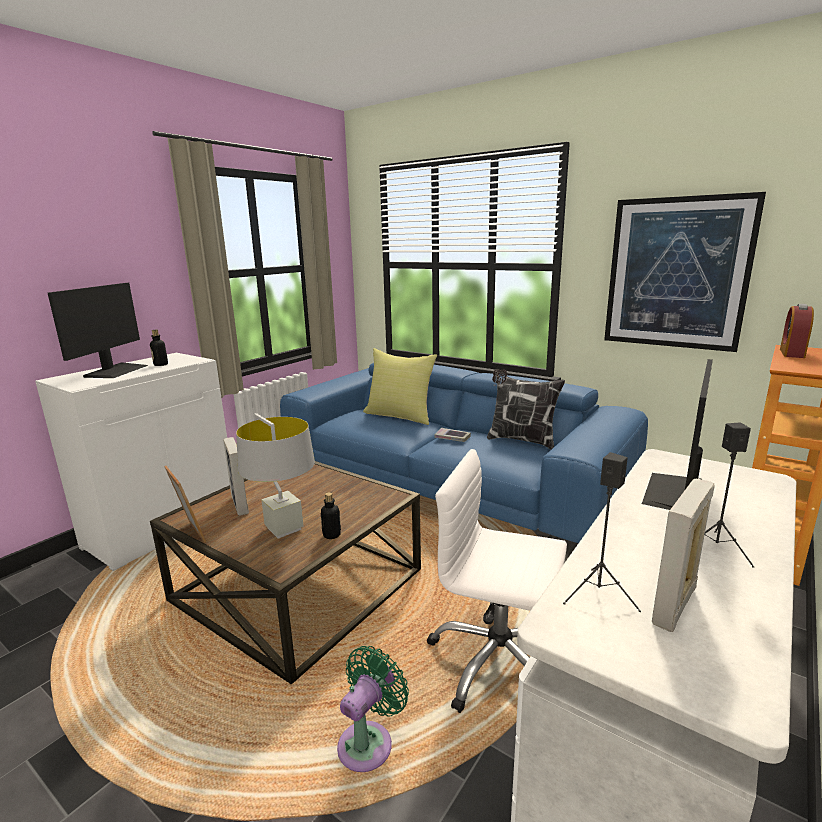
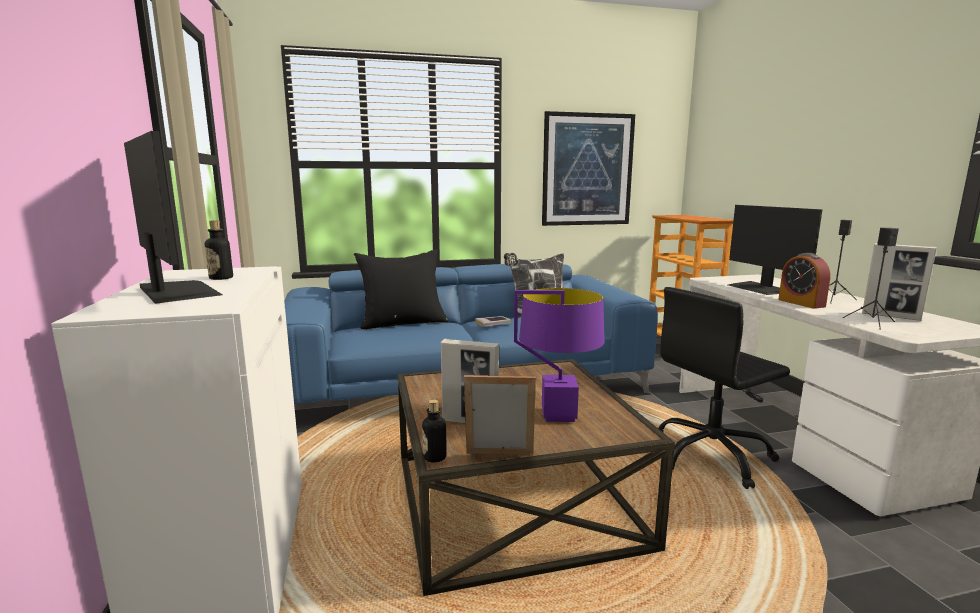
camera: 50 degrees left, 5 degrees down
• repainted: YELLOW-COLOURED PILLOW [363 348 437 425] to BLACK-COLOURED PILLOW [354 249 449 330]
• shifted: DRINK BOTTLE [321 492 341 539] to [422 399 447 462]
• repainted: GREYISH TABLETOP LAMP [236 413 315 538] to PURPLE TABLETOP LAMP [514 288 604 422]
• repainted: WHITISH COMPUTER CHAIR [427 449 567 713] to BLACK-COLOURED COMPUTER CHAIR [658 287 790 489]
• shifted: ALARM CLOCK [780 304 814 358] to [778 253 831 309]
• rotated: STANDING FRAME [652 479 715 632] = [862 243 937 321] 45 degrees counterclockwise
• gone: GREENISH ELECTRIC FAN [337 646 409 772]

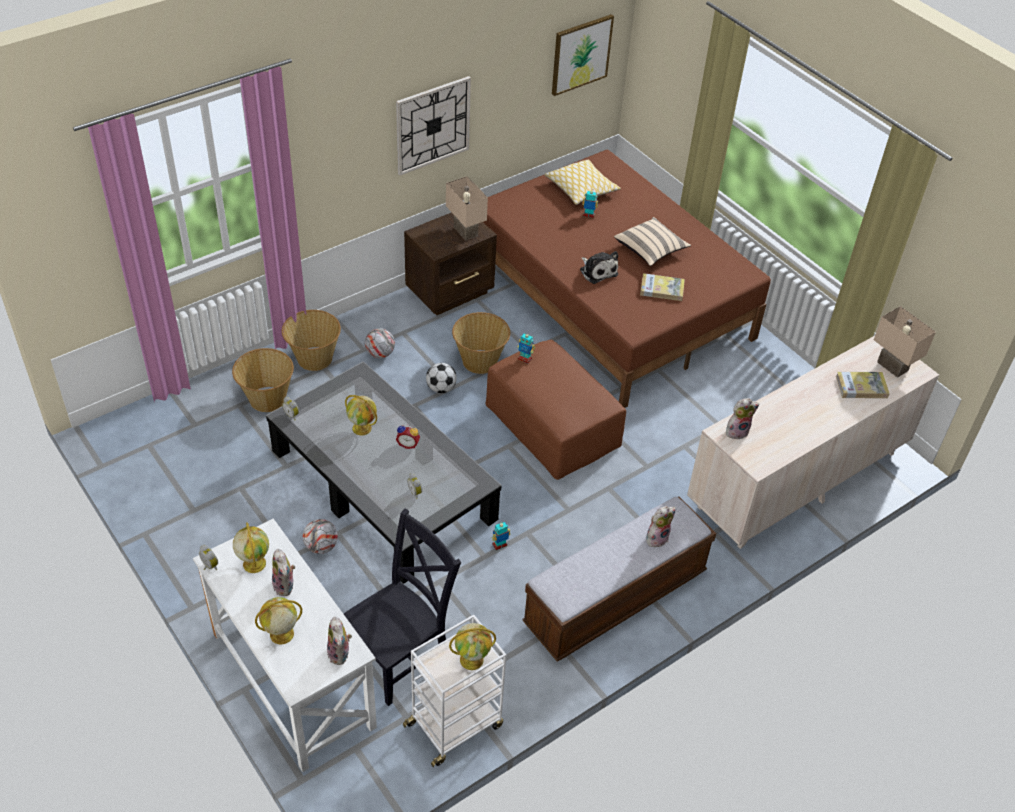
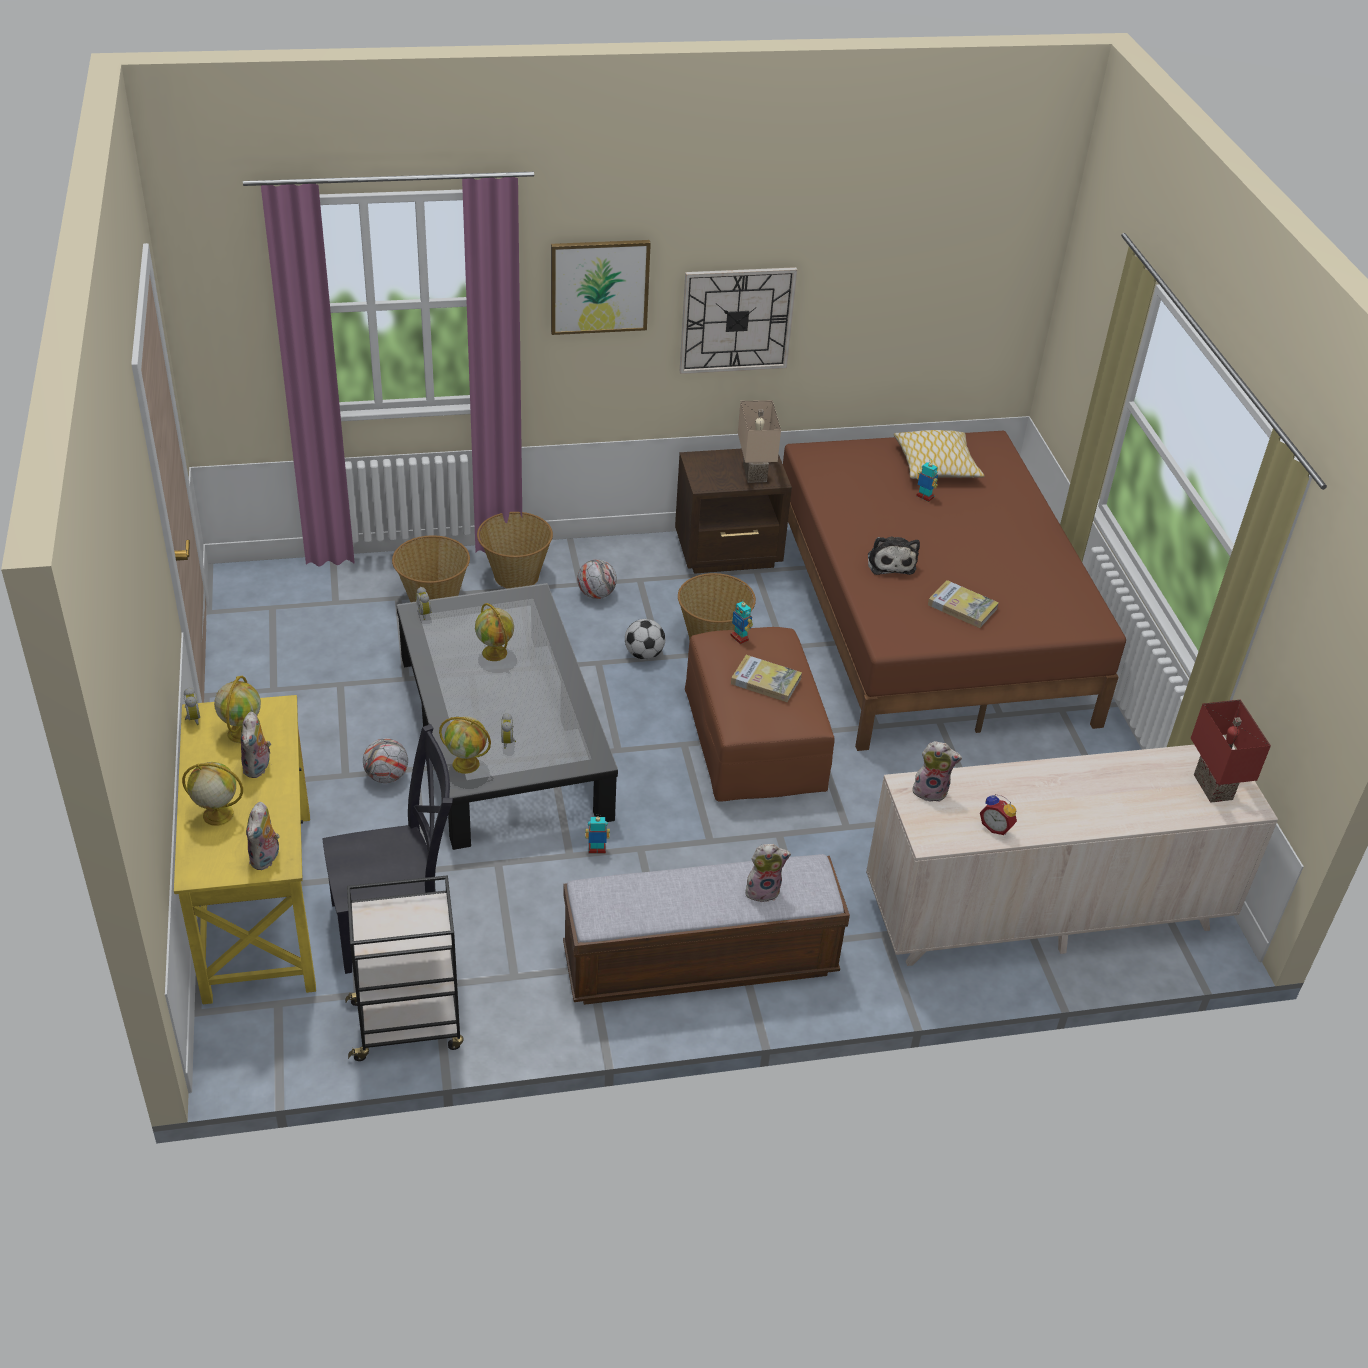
camera: 25 degrees right, 5 degrees down
• repainted: WHITISH DESK [193 519 377 772] to YELLOW-COLOURED DESK [174 695 316 1004]
• repainted: WHITISH WHEELED CART [403 615 507 767] to BLACK-COLOURED WHEELED CART [345 875 463 1061]
• shifted: DESK GLOBE [449 623 496 670] to [439 716 491 774]
• shifted: WALL PICTURE [552 14 614 96] to [551 240 651 335]
• shifted: VOLUME [836 372 890 398] to [731 655 802 702]
• shifted: ALARM CLOCK [396 425 420 449] to [980 794 1017 835]
• repainted: BEIGE TABLETOP LAMP [874 306 936 378] to RED TABLETOP LAMP [1191 700 1271 803]
• gone: BEIGE PILLOW [614 217 691 266]

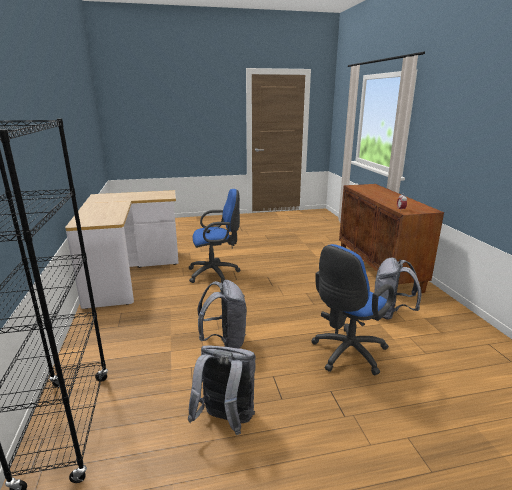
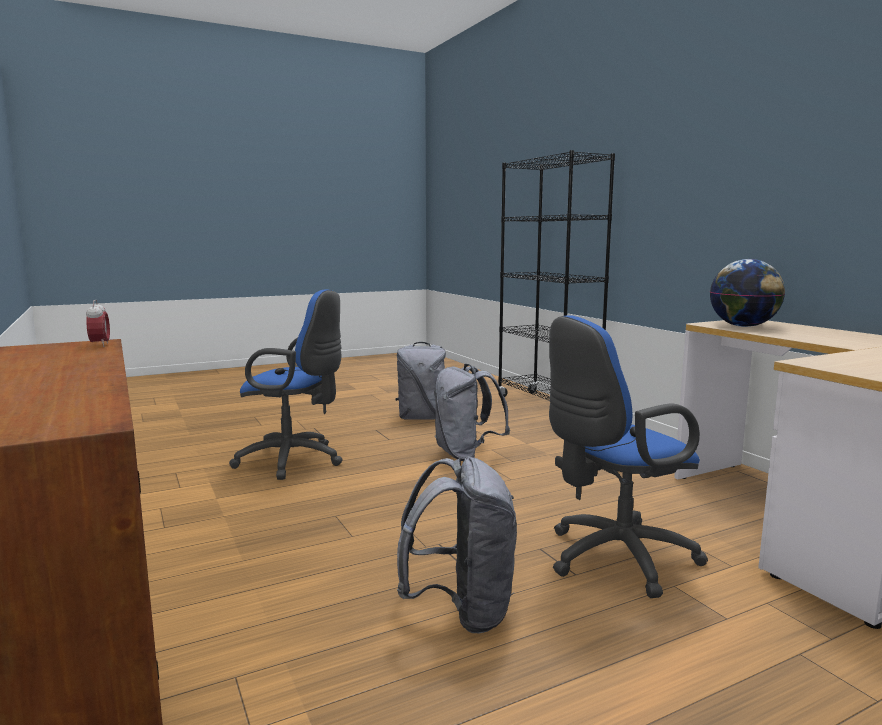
camera: 165 degrees right, 10 degrees down
• rotated: BLUE COMPUTER CHAIR [311 244 394 375] = [229 289 343 480] 75 degrees clockwise
• shifted: GREYISH KNAPSACK [375 257 421 320] to [397 457 517 633]
• new: DESK GLOBE [710 259 785 327]

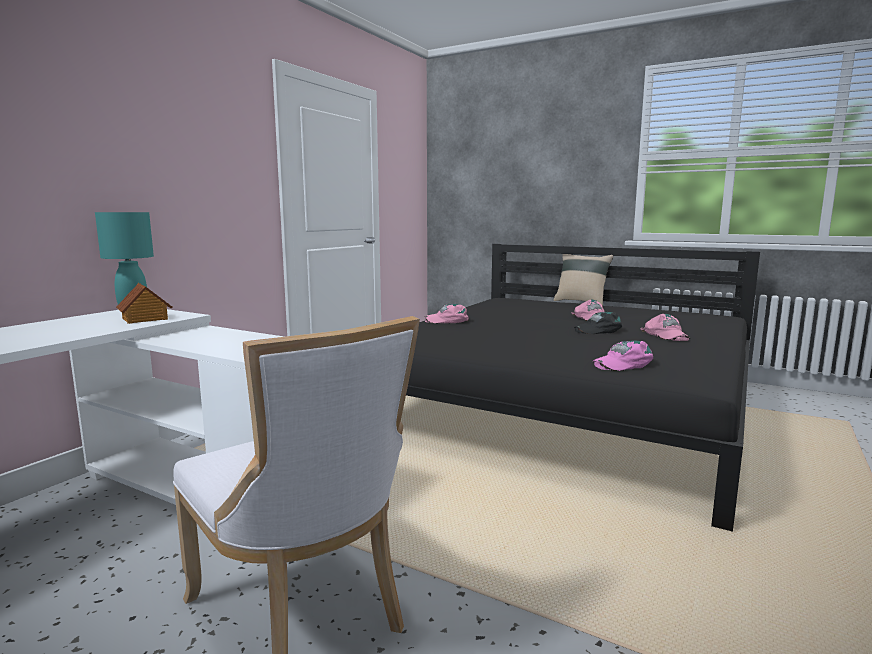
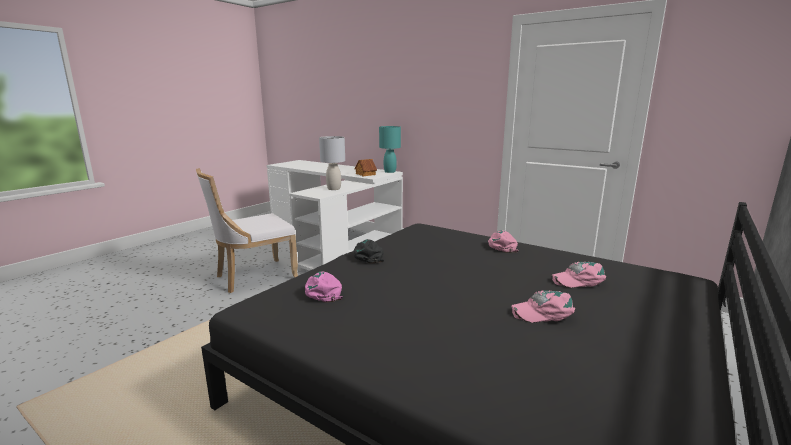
camera: 95 degrees right, 5 degrees up
• new: GREYISH TABLETOP LAMP [319 136 345 190]
• shifted: BLACK-COLOURED CAP [574 312 623 334] to [354 239 384 263]
• shifted: PINK CAP [640 314 690 341] to [552 262 606 288]
• gone: BEIGE PILLOW [554 254 614 306]

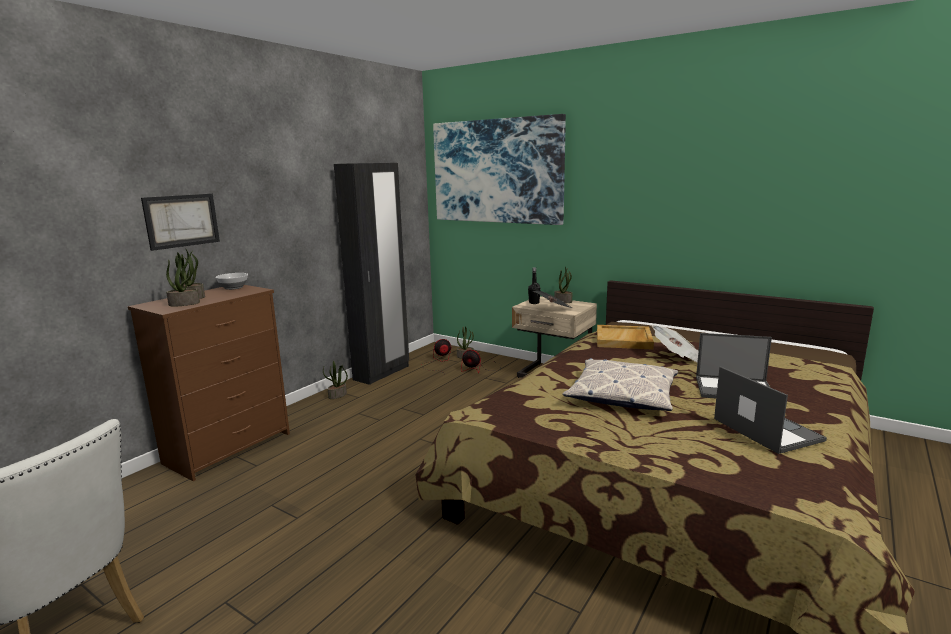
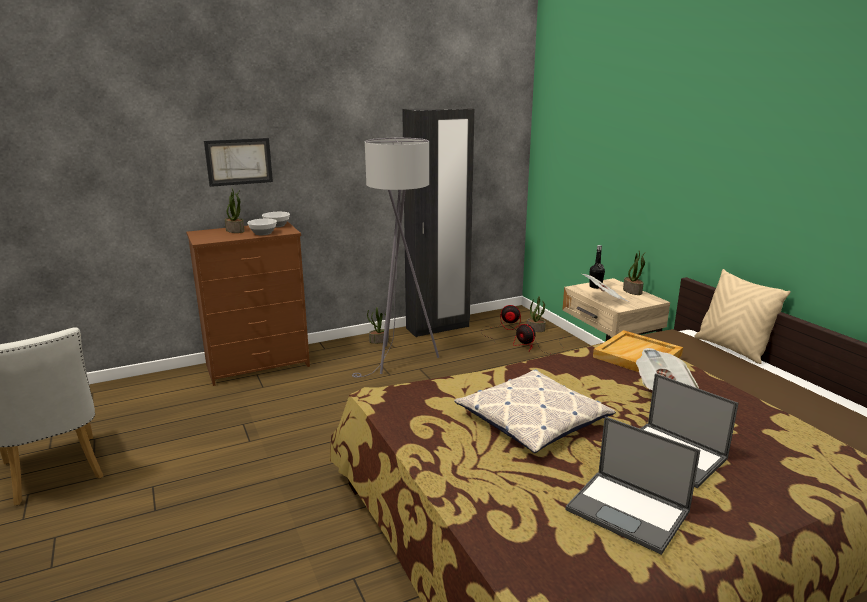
camera: 30 degrees right, 5 degrees up
• new: BOWL [247 219 277 235]
• new: GREYISH STANDING LAMP [352 138 439 378]
• rotated: LAPTOP [714 366 827 454] = [565 416 700 555] 120 degrees clockwise
• new: BEIGE PILLOW [694 269 791 364]
• gone: POTTED PLANT [166 252 200 307]
• gone: WALL PICTURE [433 114 566 225]

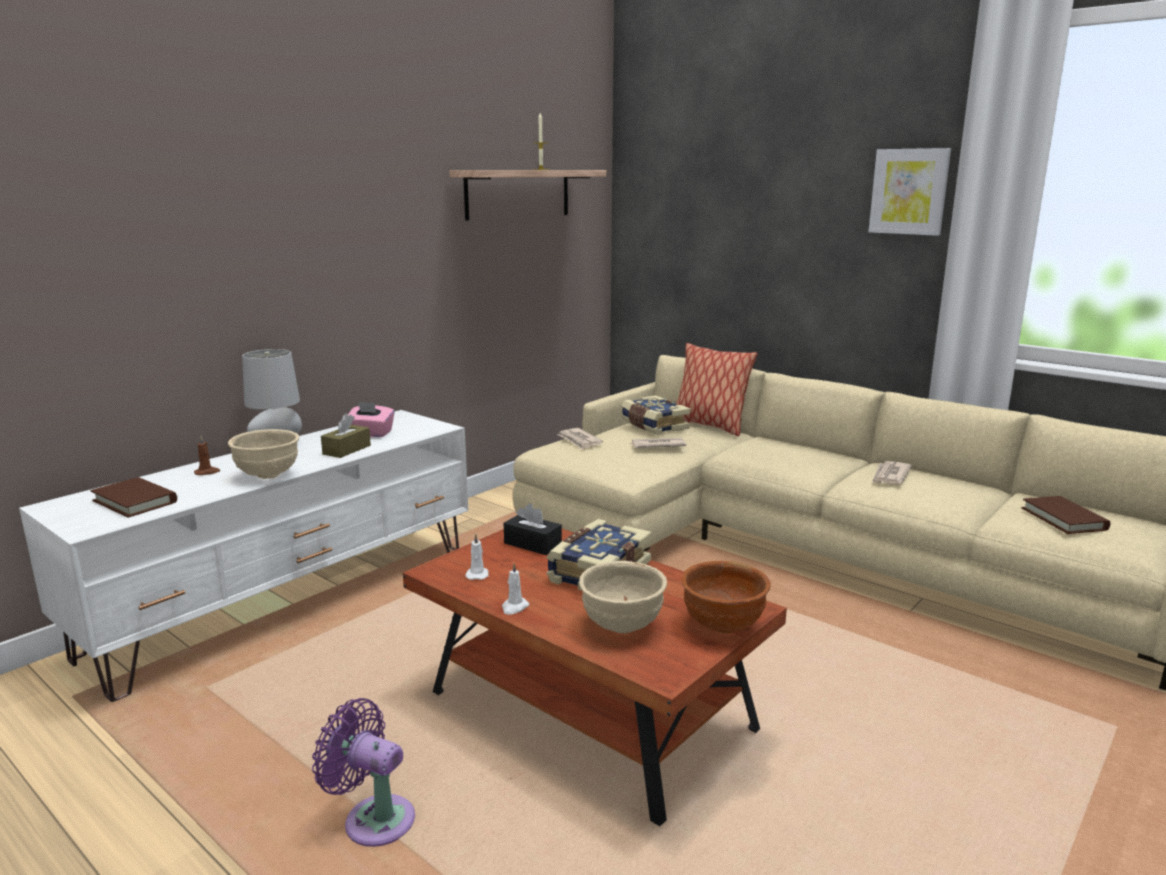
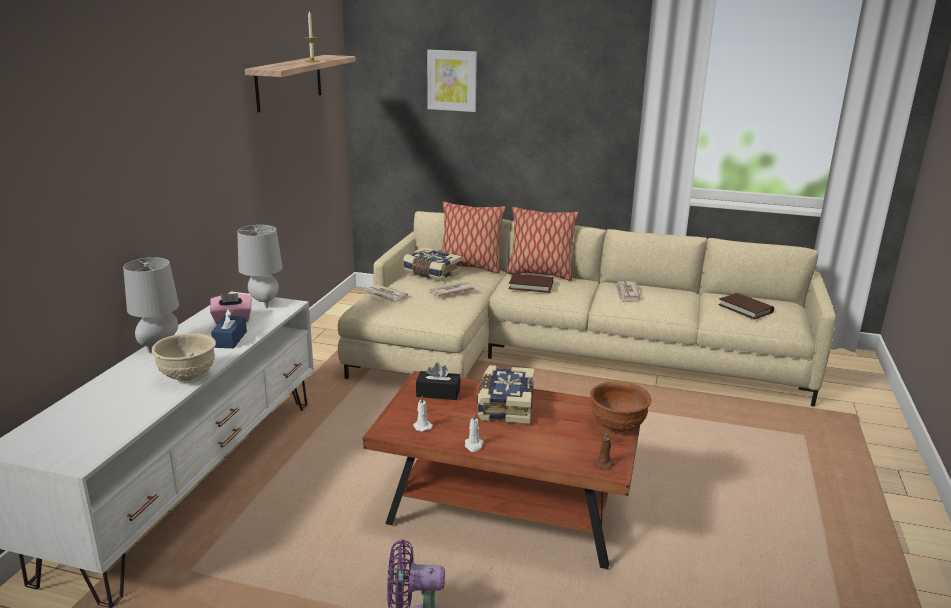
camera: 25 degrees left, 5 degrees up
• repainted: BROWNISH TISSUE BOX [321 414 371 458] to BLUE TISSUE BOX [211 308 247 348]
• new: GREYISH TABLETOP LAMP [237 225 283 308]
• shifted: WALL PICTURE [869 148 951 236] to [427 50 477 112]
• new: PILLOW [507 207 579 281]
• shifted: BROWNISH VOLUME [91 477 177 518] to [509 274 553 293]
• shifted: BROWNISH WAX CANDLE [194 436 221 475] to [593 432 615 470]
• gone: BEIGE BOWL [579 561 667 634]

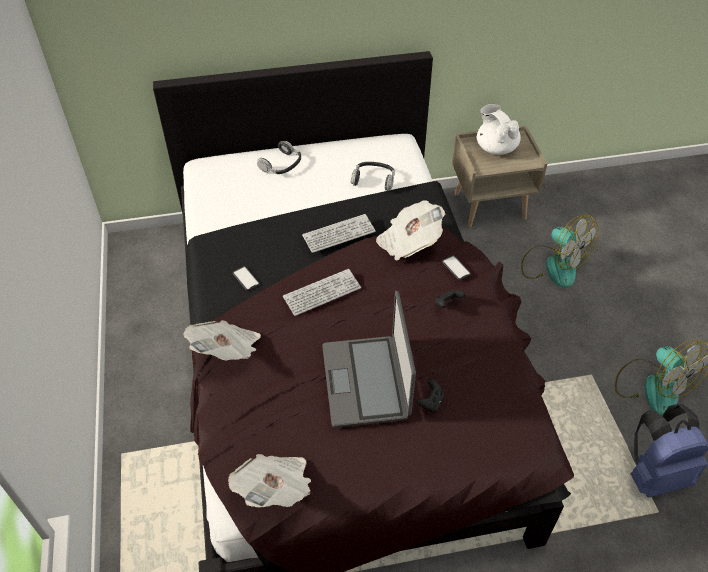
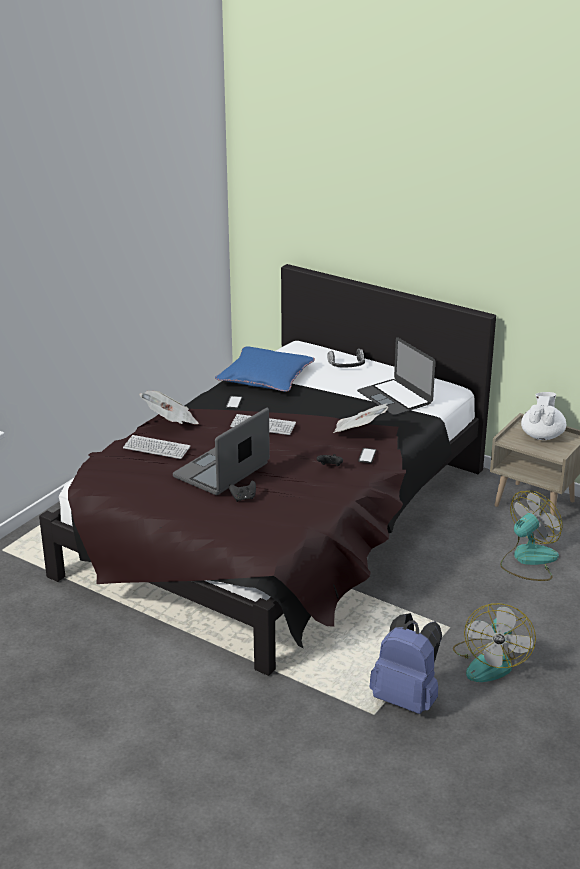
camera: 45 degrees right, 20 degrees down
• shifted: PC KEYBOARD [302 214 376 253] to [123 435 191 459]
• new: BLUE PILLOW [215 346 315 392]
• swapped: HEADSET [351 162 395 191] to LAPTOP [357 337 435 415]
• rotated: ELECTRIC FAN [521 215 599 288] = [500 490 563 581] 135 degrees counterclockwise
• gone: PRINTED PAPER [228 454 311 507]

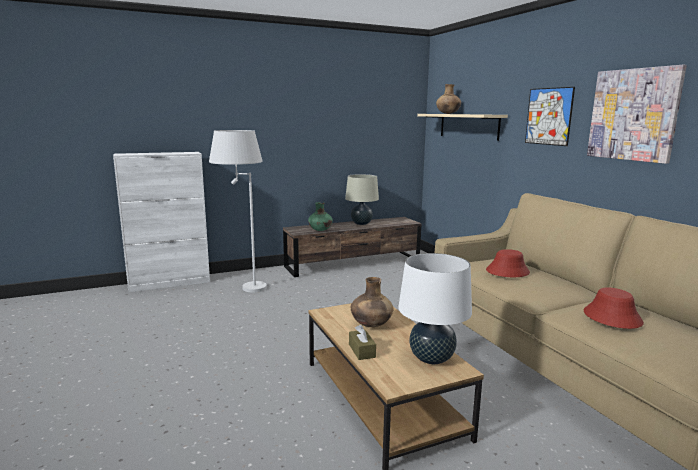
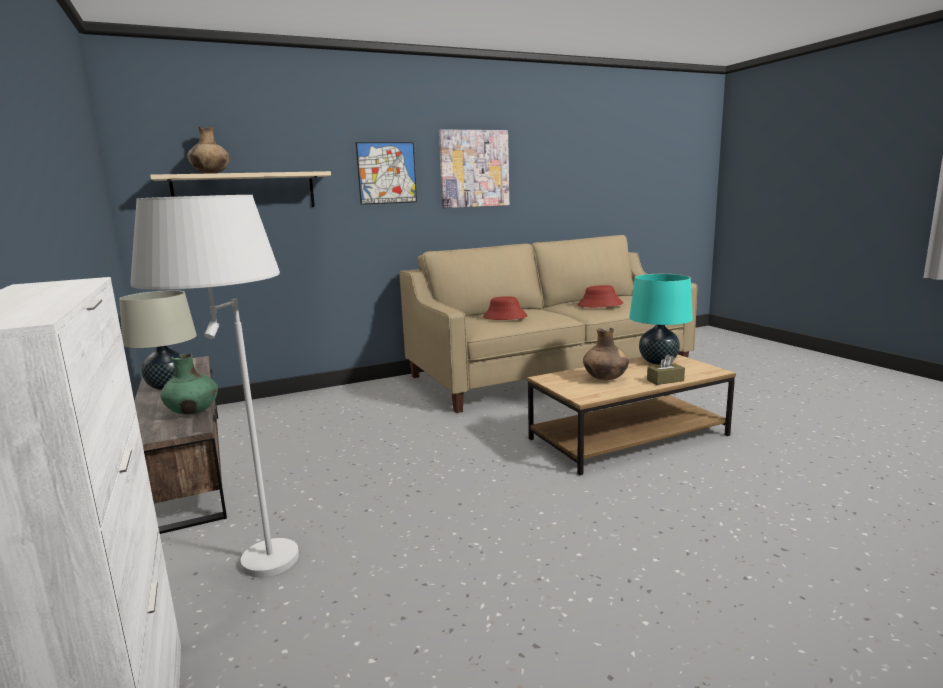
camera: 90 degrees left, 0 degrees up
• repainted: WHITISH TABLETOP LAMP [398 253 472 364] to TURQUOISE TABLETOP LAMP [629 274 693 365]

